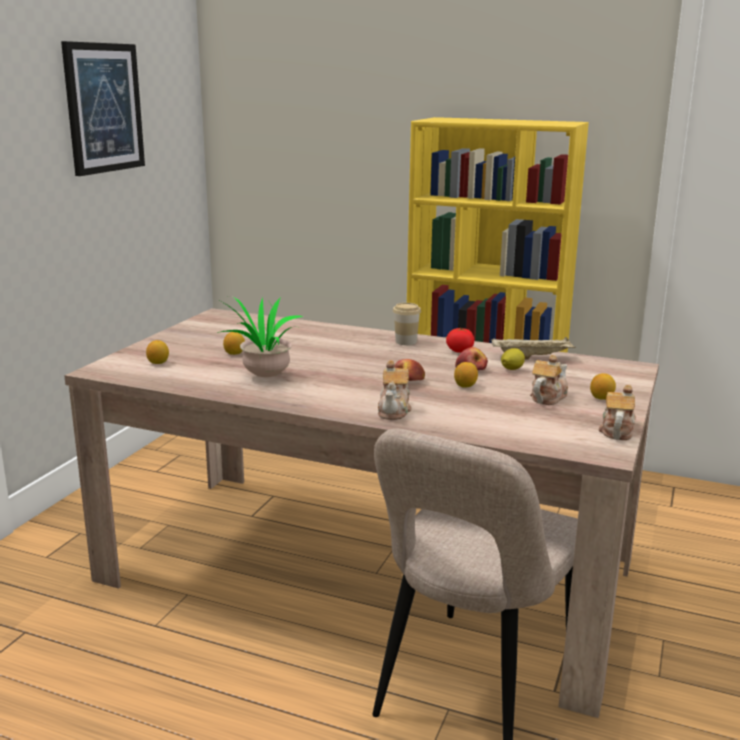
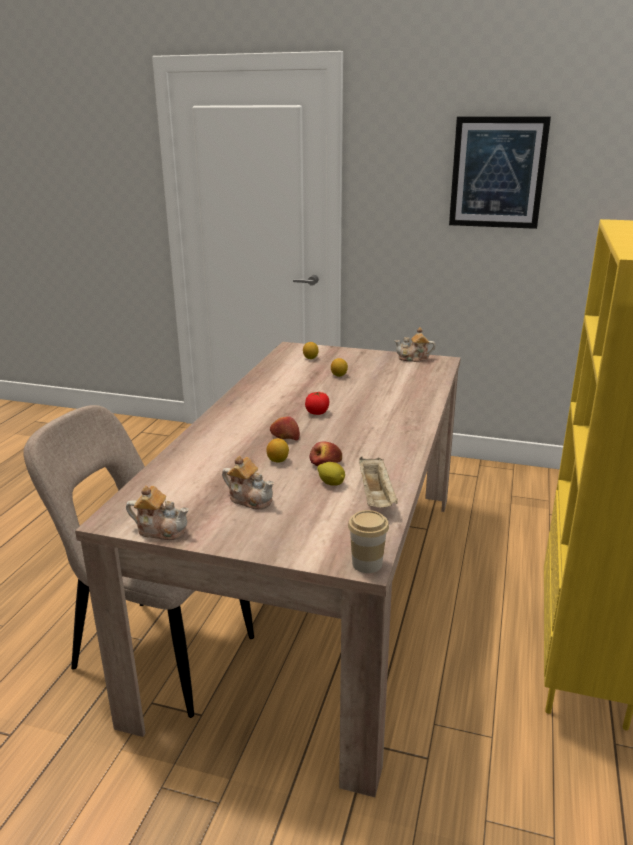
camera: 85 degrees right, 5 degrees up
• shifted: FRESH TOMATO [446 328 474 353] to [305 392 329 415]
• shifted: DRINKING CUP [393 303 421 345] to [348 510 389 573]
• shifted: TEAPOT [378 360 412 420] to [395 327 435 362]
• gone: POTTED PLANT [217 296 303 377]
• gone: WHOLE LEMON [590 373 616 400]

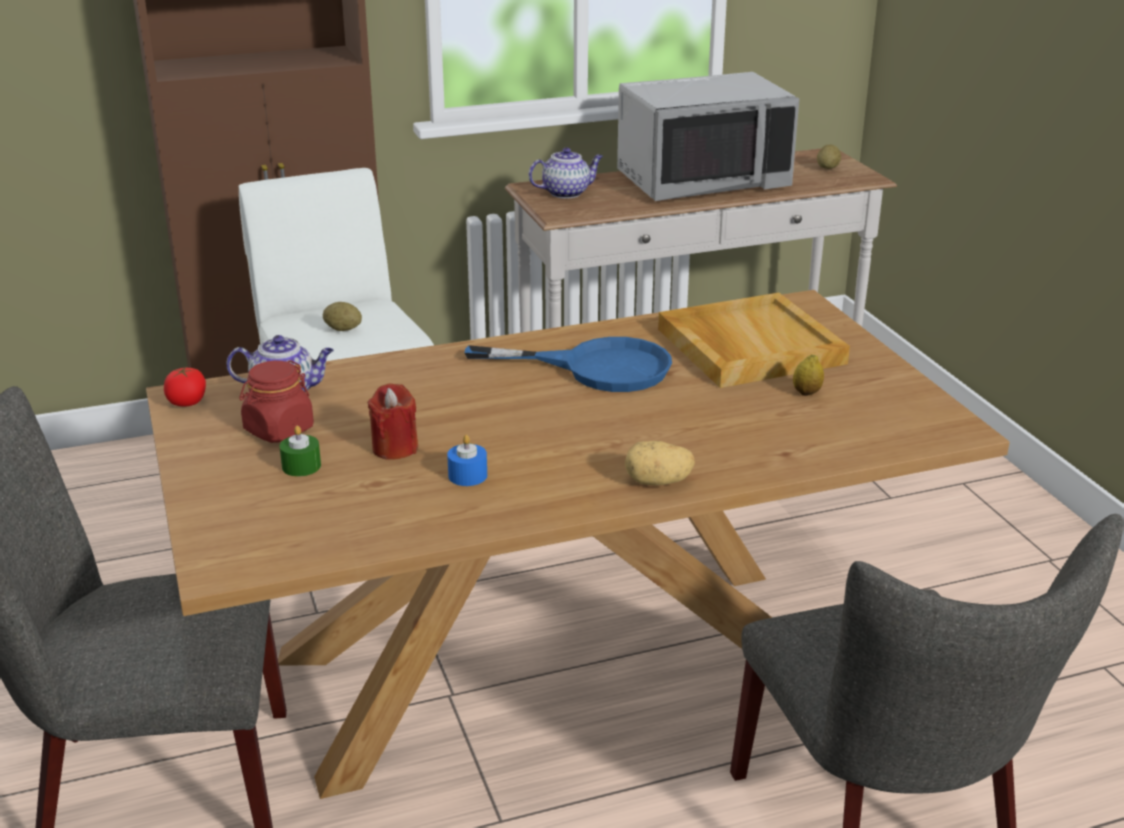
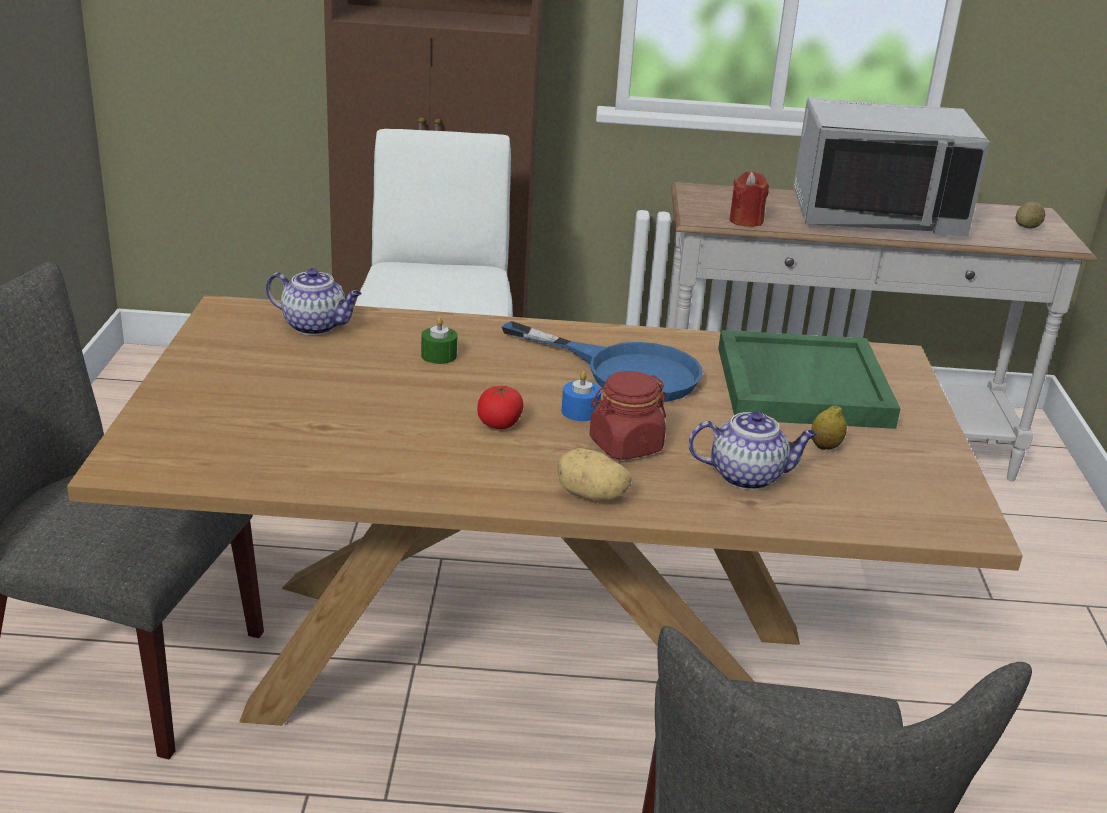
camera: 20 degrees right, 0 degrees up
• shifted: GREENISH WAX CANDLE [280 426 321 476] to [421 317 457 364]
• shifted: FRESH TOMATO [164 367 206 407] to [477 386 524 429]
• shifted: BLUE WAX CANDLE [447 435 487 486] to [562 371 601 421]
• shifted: RED JAR [239 360 314 443] to [589 371 666 460]
• shifted: TEAPOT [528 147 603 199] to [688 411 817 490]
• repainted: BEIGE TRAY [658 293 850 388] to GREENISH TRAY [718 330 900 429]
• shifted: RED WAX CANDLE [367 383 418 460] to [729 171 769 227]
• gone: SPUD [323 302 362 331]

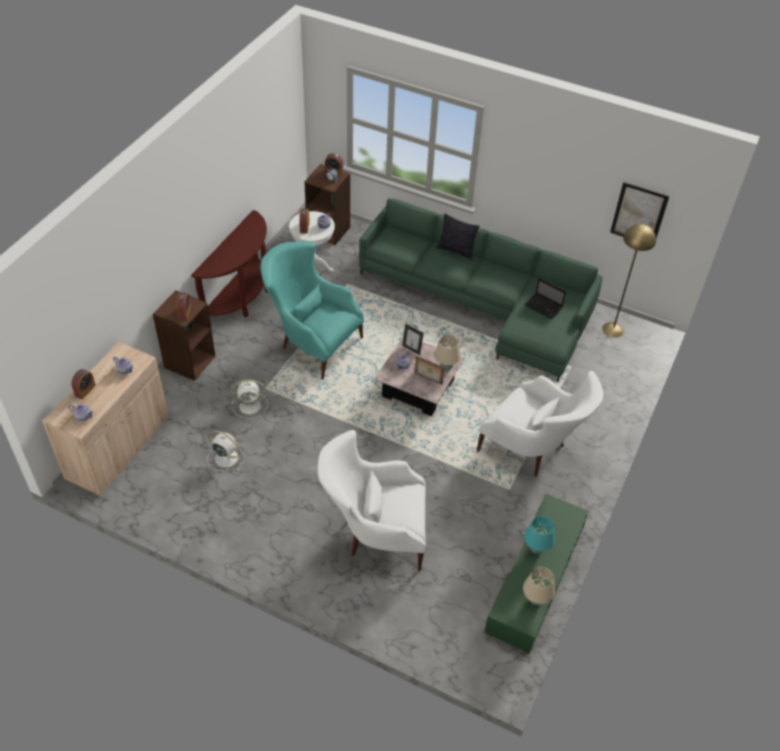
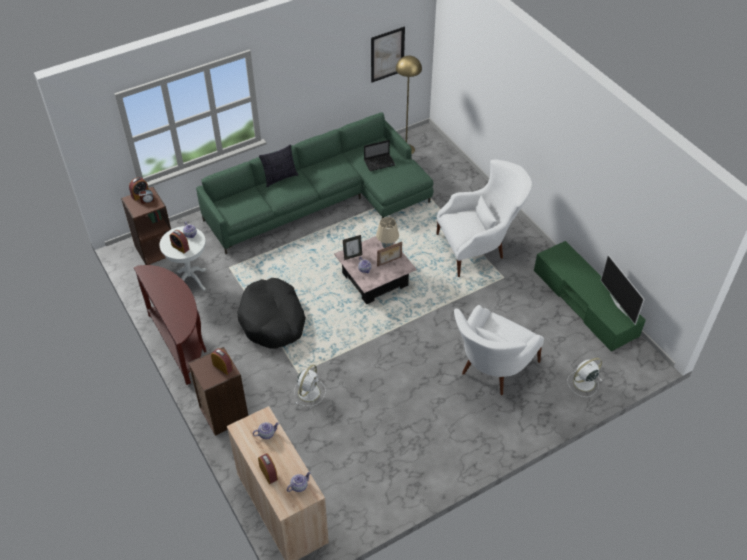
camera: 55 degrees left, 0 degrees up
• swapped: TURQUOISE LOUNGE CHAIR [260 241 364 380] to BLACK-COLOURED PET BED [237 278 306 349]
• shifted: WHITISH ELECTRIC FAN [207 430 245 471] to [567 358 602 397]
• swapped: BEIGE TABLETOP LAMP [523 567 555 605] to TV [601 255 645 325]
• gone: TURQUOISE TABLETOP LAMP [524 516 555 554]

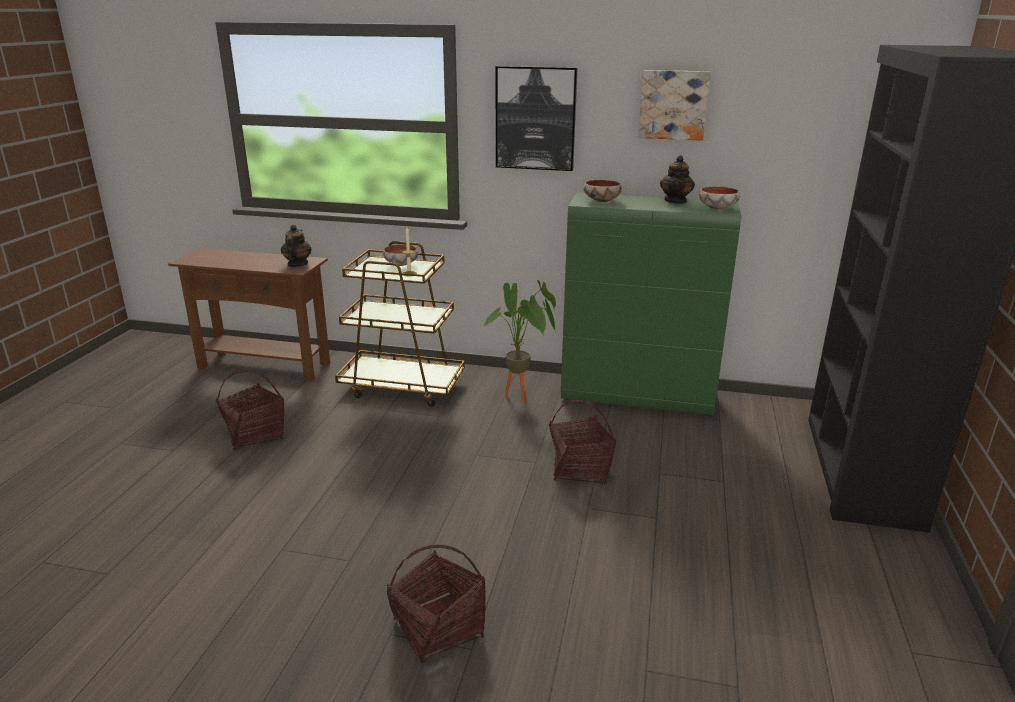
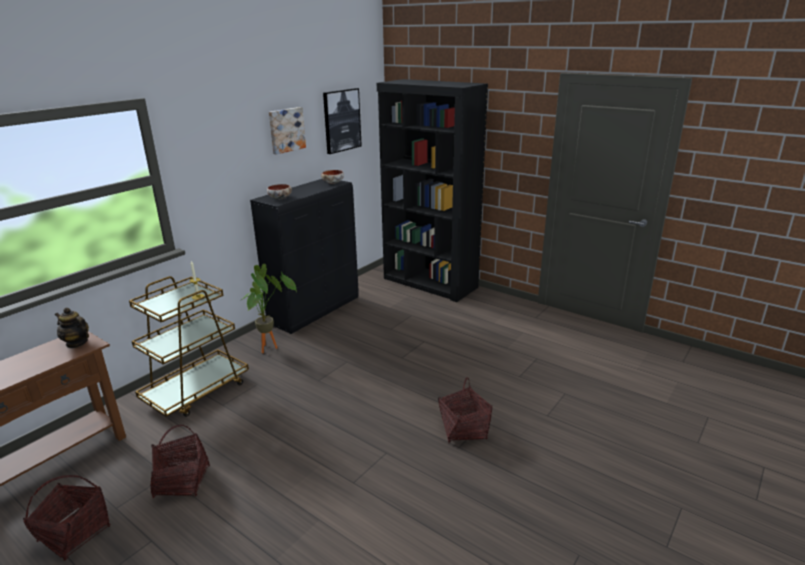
camera: 65 degrees left, 0 degrees up
• shifted: BASKET [549 400 617 484] to [23 475 110 561]
• repainted: GREENISH CUPBOARD [561 192 741 416] to BLACK-COLOURED CUPBOARD [250 179 359 334]
• shifted: WALL PICTURE [496 66 578 171] to [323 88 362 154]
• gone: BOWL [383 244 418 266]
• gone: TEAPOT [660 155 695 204]

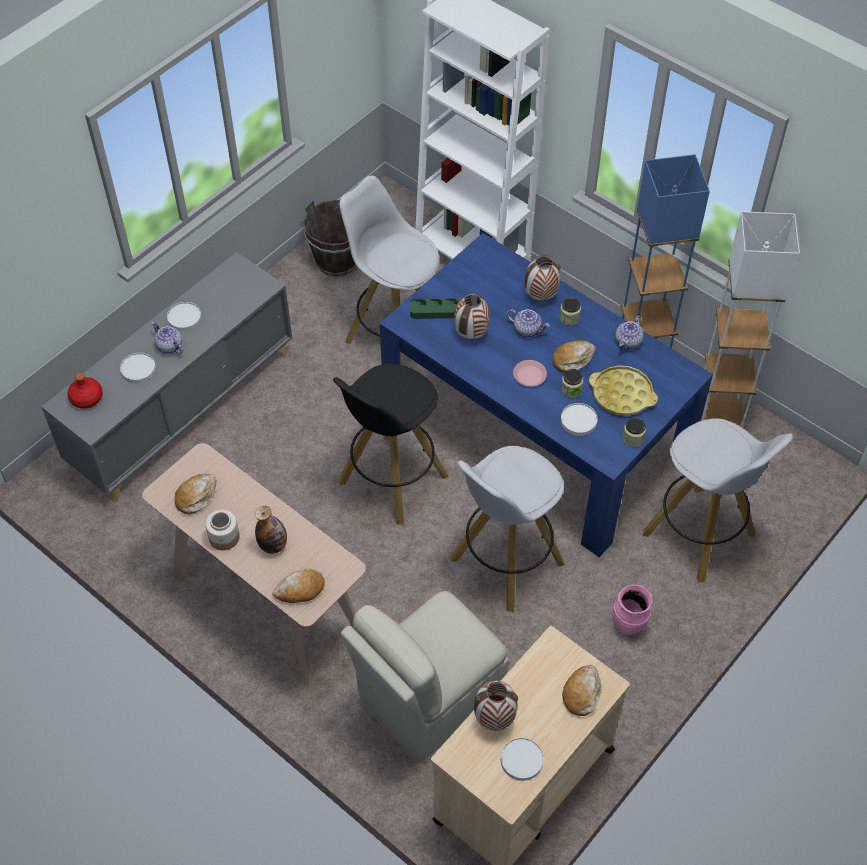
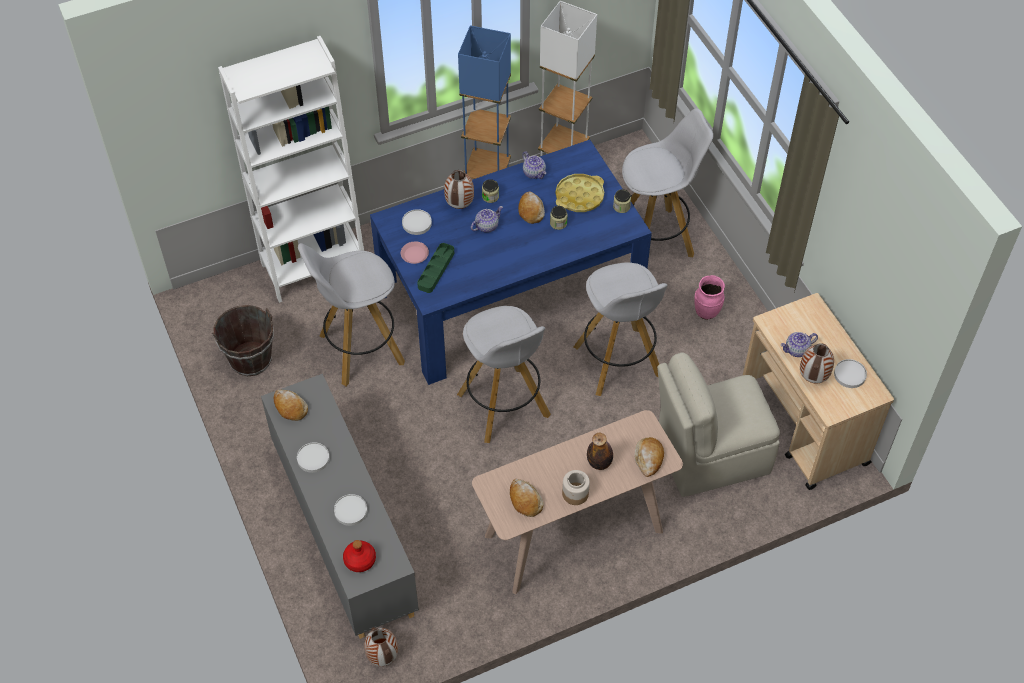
camera: 65 degrees left, 0 degrees up
• shifted: BREAD [562 665 602 716] to [274 390 308 421]
• shifted: VASE [454 293 490 340] to [364 627 398 666]
• shifted: PINK FLAT DISH [513 360 547 387] to [401 242 429 264]
• shifted: WHITISH FLAT DISH [561 403 598 436] to [402 209 432 235]
• repainted: BLACK-COLOURED STOOL SEAT [333 363 448 525] to WHITISH STOOL SEAT [457 306 551 443]
• rotated: BEIGE PLAIN CHAIR [341 591 509 763] = [657 352 780 497] 90 degrees clockwise
• shifted: TEAPOT [152 321 183 354] to [781 332 818 357]

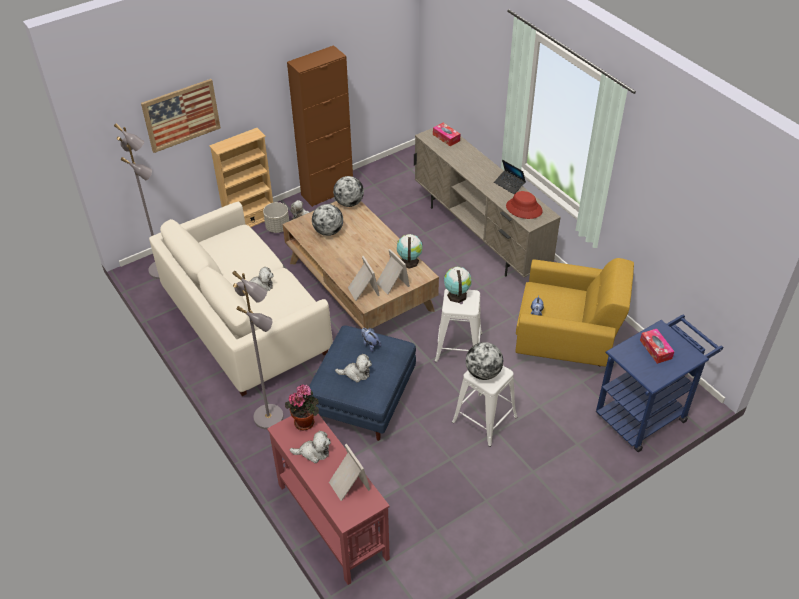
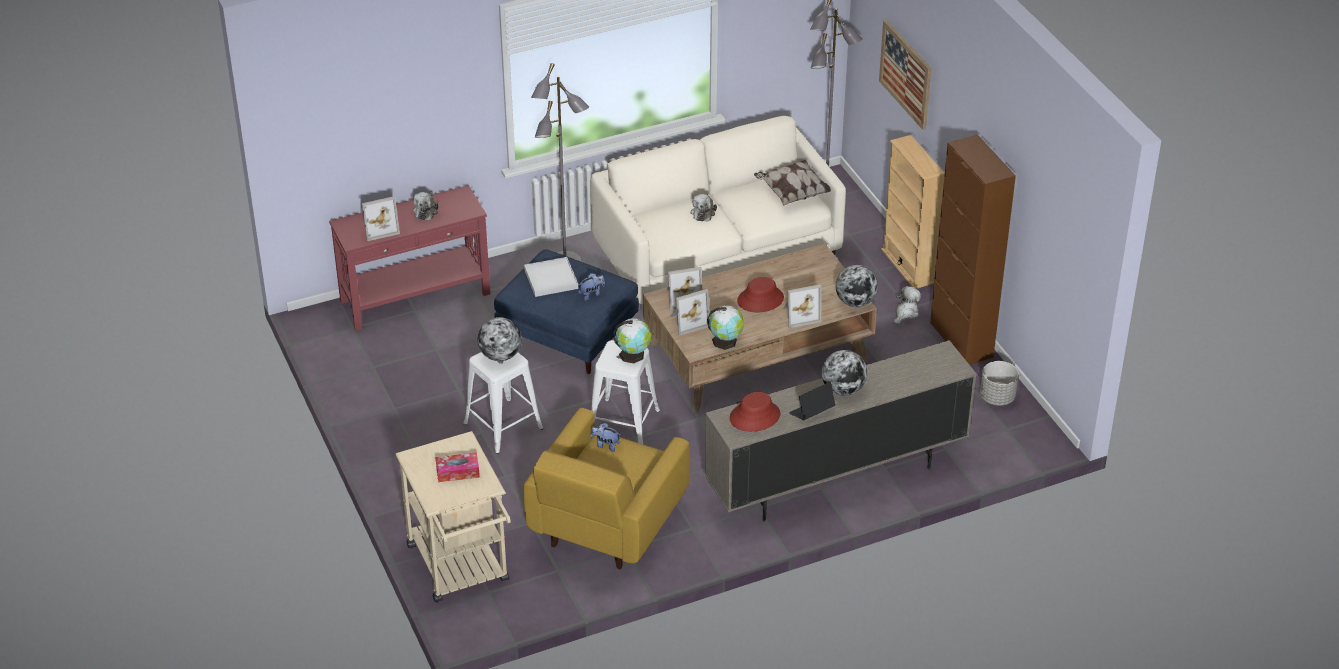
camera: 100 degrees right, 5 degrees down
• repainted: BLUE WHEELED CART [596 315 723 452] to BEIGE WHEELED CART [395 431 511 602]
• swapped: SOFT TOY [335 354 372 383] to WHITISH TRAY [524 257 578 297]
• new: RED HAT [737 277 784 312]
• new: PILLOW [754 160 831 206]
• new: STANDING FRAME [783 284 821 328]
• shifted: DESK GLOBE [312 204 343 236] to [822 350 867 396]
• shifted: GREYISH FLOWER POT [263 202 289 233] to [980 361 1018 406]
• gone: POTTED PLANT [285 384 319 430]
• gone: TISSUE BOX [433 123 460 146]

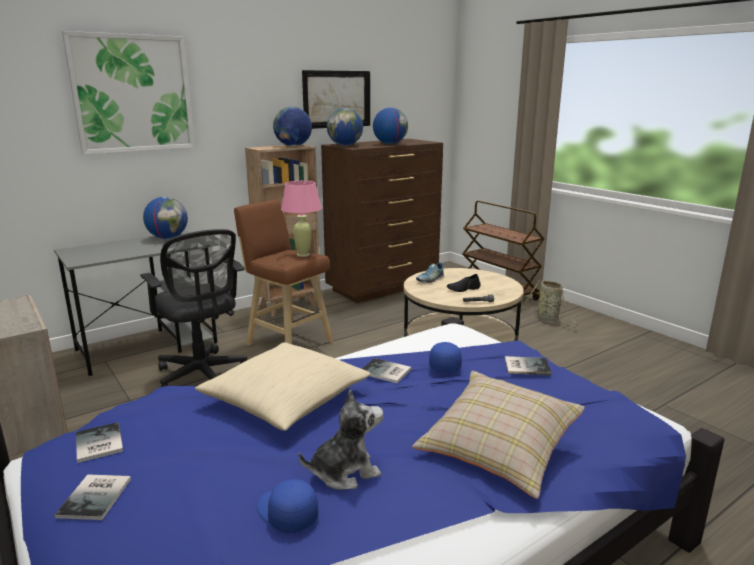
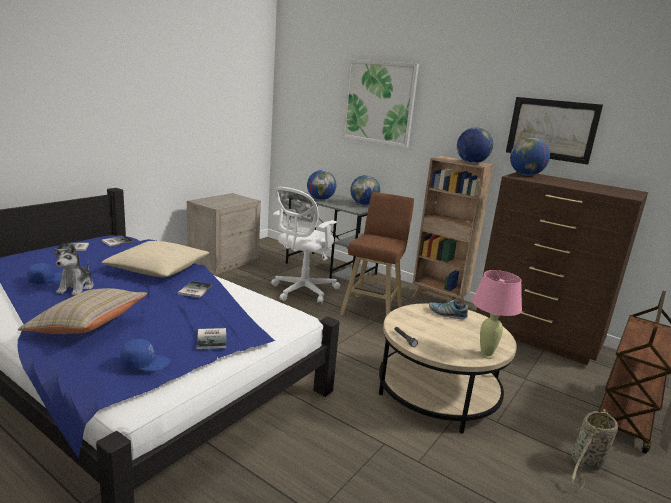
camera: 70 degrees right, 0 degrees up
• rotated: SOFT TOY [299 389 383 490] = [54 244 94 295] 45 degrees clockwise
• shifted: BLUE CAP [429 342 462 372] to [120 339 170 371]
• repainted: BLACK-COLOURED COMPUTER CHAIR [140 229 247 387] to WHITISH COMPUTER CHAIR [271 187 340 303]
• shifted: DESK GLOBE [373 108 408 144] to [307 170 336 200]
• shifted: PINK TABLETOP LAMP [281 181 322 257] to [472 270 522 359]
• gone: BLACK-COLOURED ITEM OF FOOTWEAR [447 274 480 292]

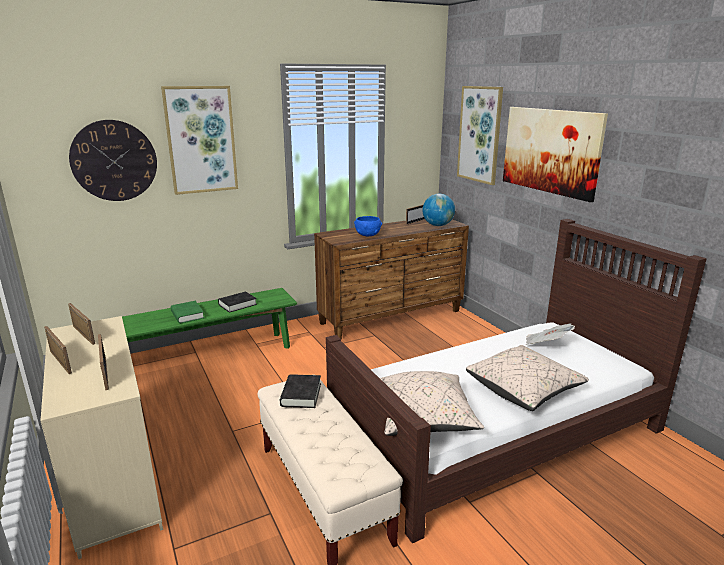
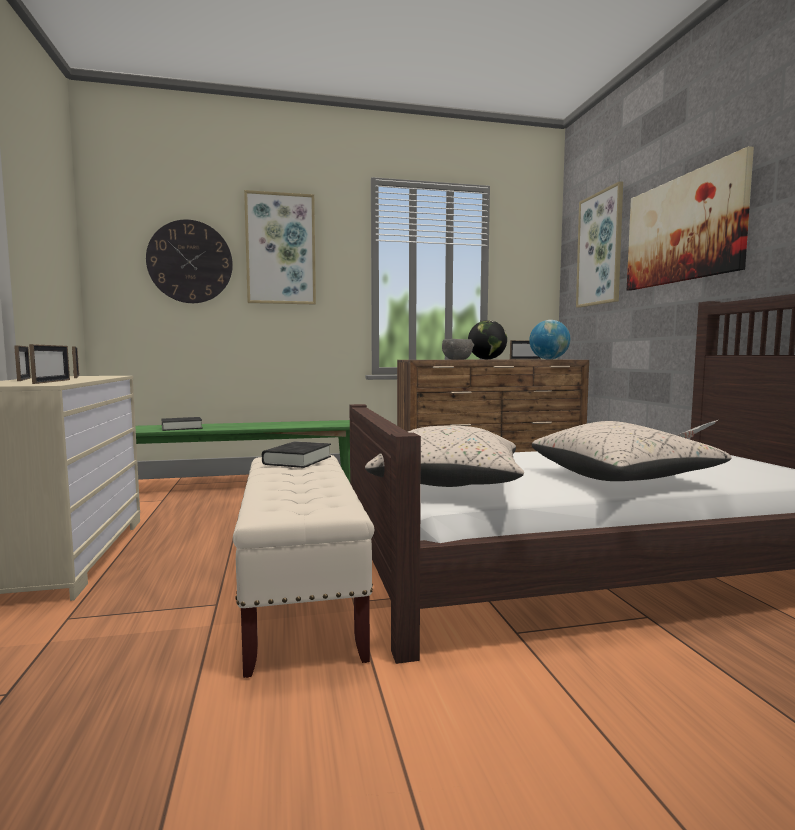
camera: 15 degrees right, 15 degrees down
• shifted: BLACK-COLOURED VOLUME [218 291 257 313] to [162 417 203 431]
• repainted: BLUE BOWL [354 216 382 236] to GREYISH BOWL [442 339 474 360]
• new: DESK GLOBE [468 320 507 359]
• gone: GREENISH VOLUME [171 301 204 324]

